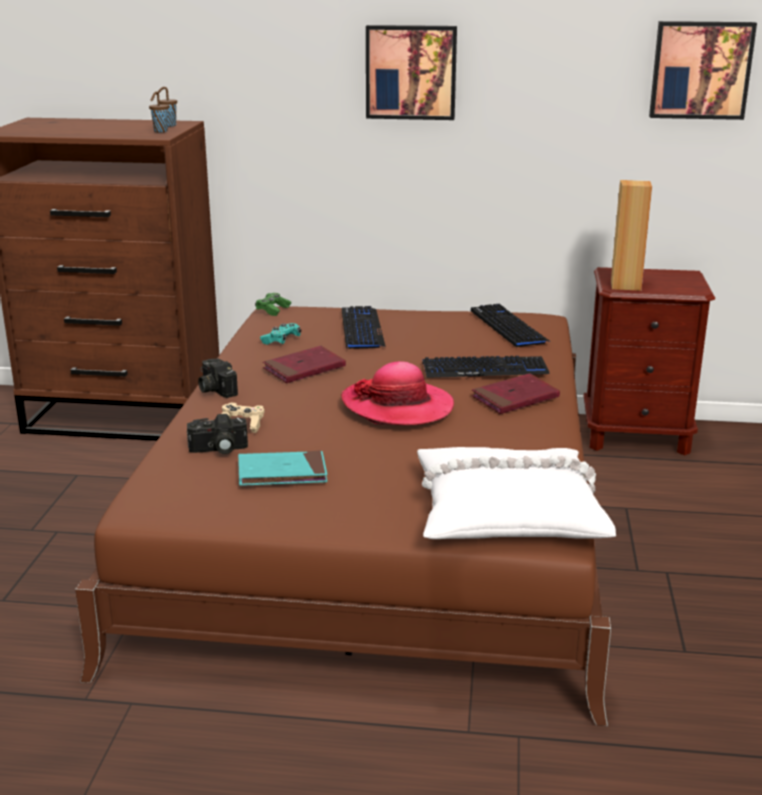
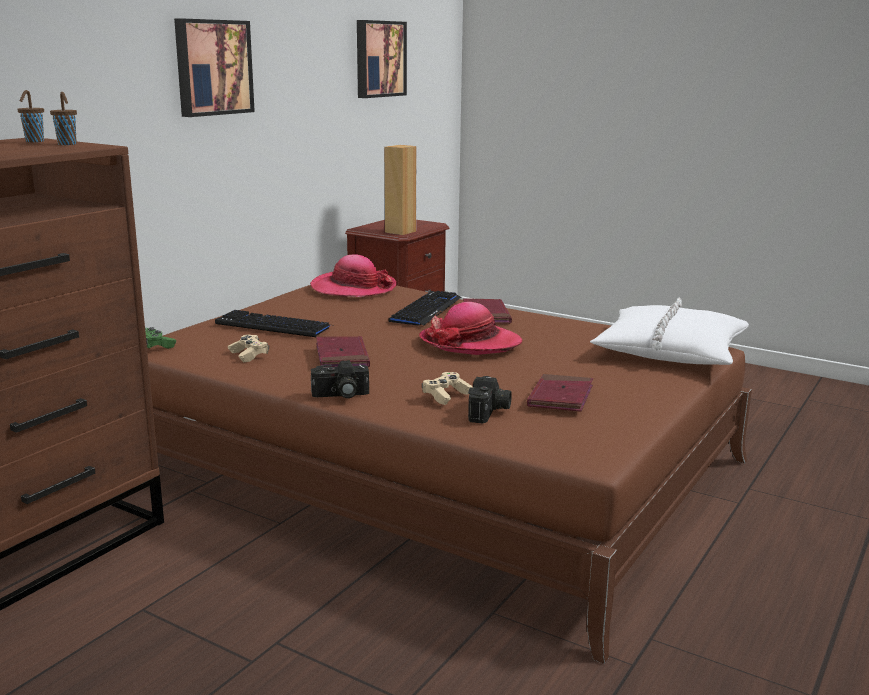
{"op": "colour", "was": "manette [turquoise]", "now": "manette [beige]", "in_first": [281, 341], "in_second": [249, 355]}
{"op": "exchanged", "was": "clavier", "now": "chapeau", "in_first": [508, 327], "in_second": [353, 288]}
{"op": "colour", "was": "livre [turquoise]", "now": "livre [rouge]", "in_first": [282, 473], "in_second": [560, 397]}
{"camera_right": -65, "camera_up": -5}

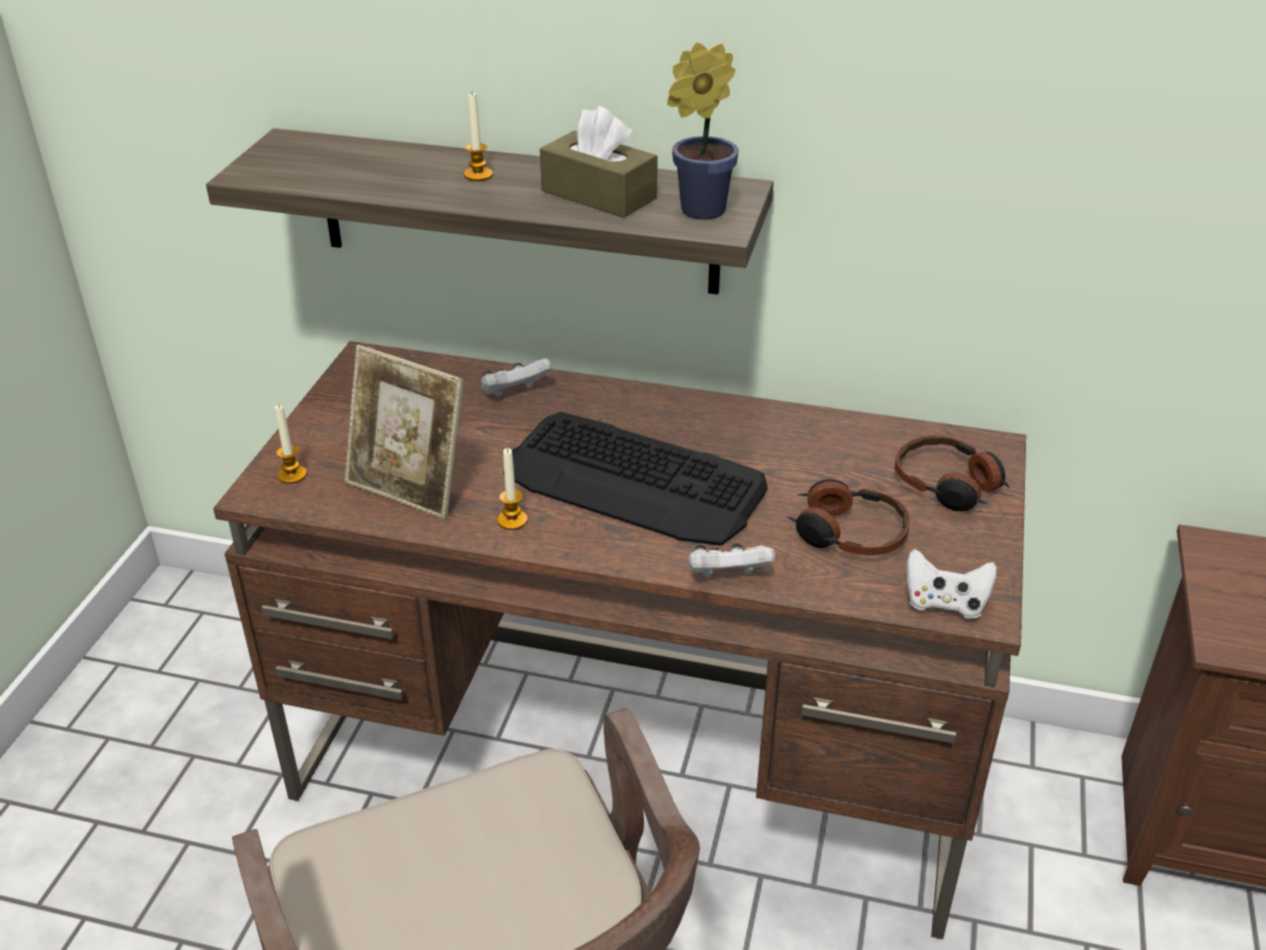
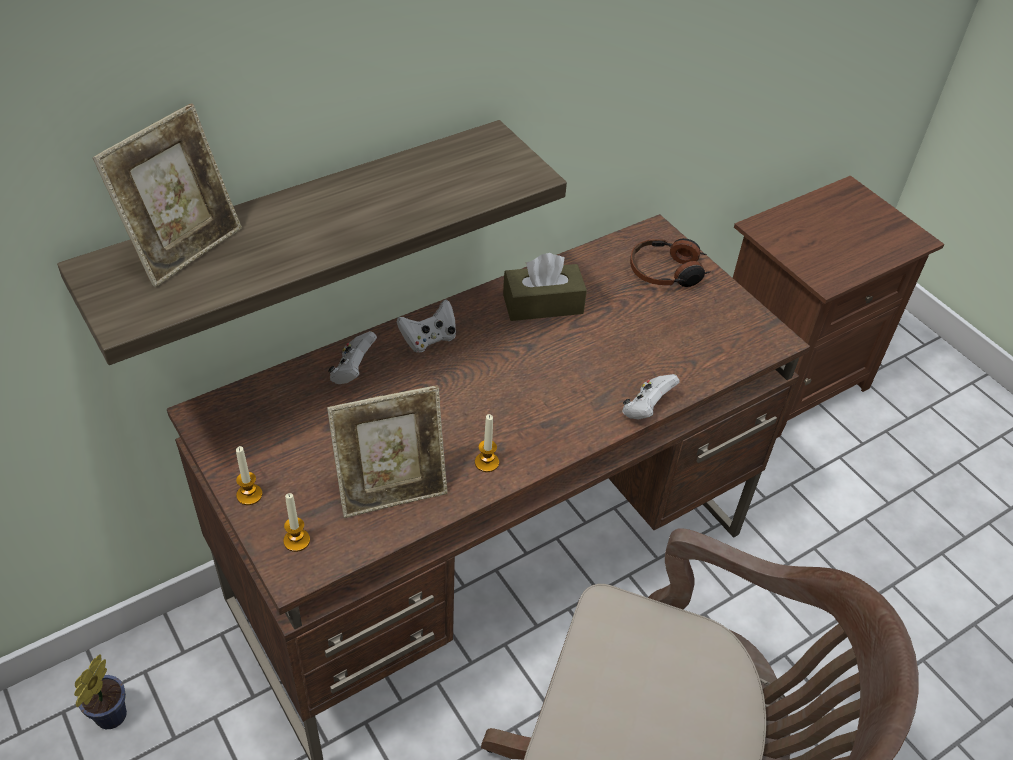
{"op": "relocated", "was": "plante en pot", "in_first": [697, 211], "in_second": [108, 719]}
{"op": "appeared", "now": "cadre photo", "in_second": [184, 248]}
{"op": "relocated", "was": "bougie", "in_first": [478, 175], "in_second": [249, 495]}
{"op": "relocated", "was": "manette [blanc]", "in_first": [945, 603], "in_second": [429, 339]}
{"op": "relocated", "was": "boîte à mouchoirs [marron]", "in_first": [599, 194], "in_second": [543, 304]}
{"op": "missing", "was": "clavier", "in_first": [634, 481]}
{"op": "missing", "was": "casque audio", "in_first": [847, 533]}
{"camera_right": -50, "camera_up": 10}

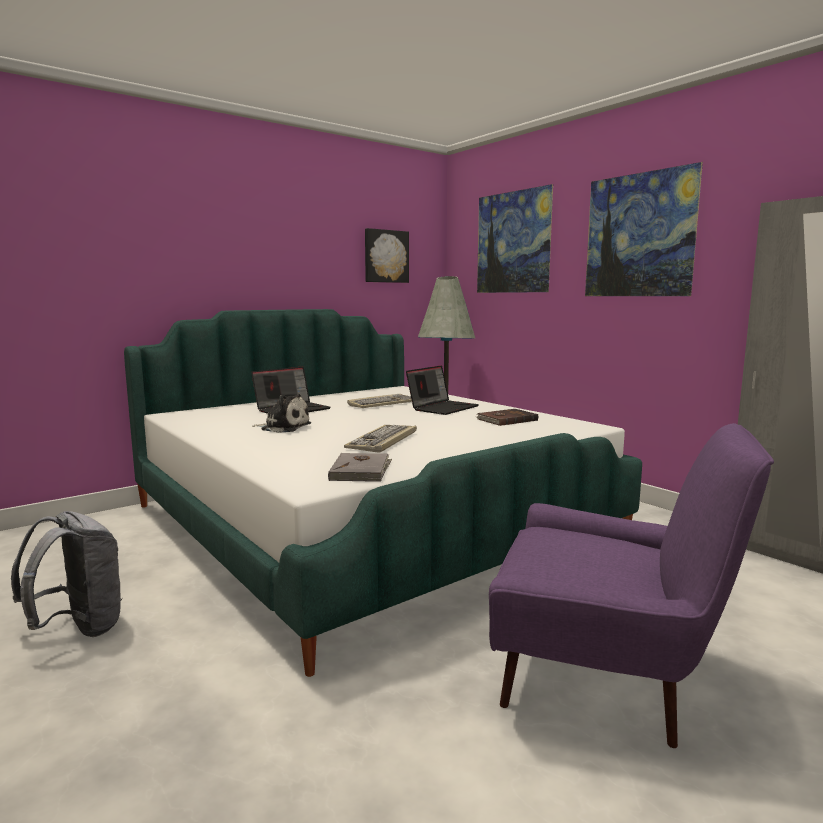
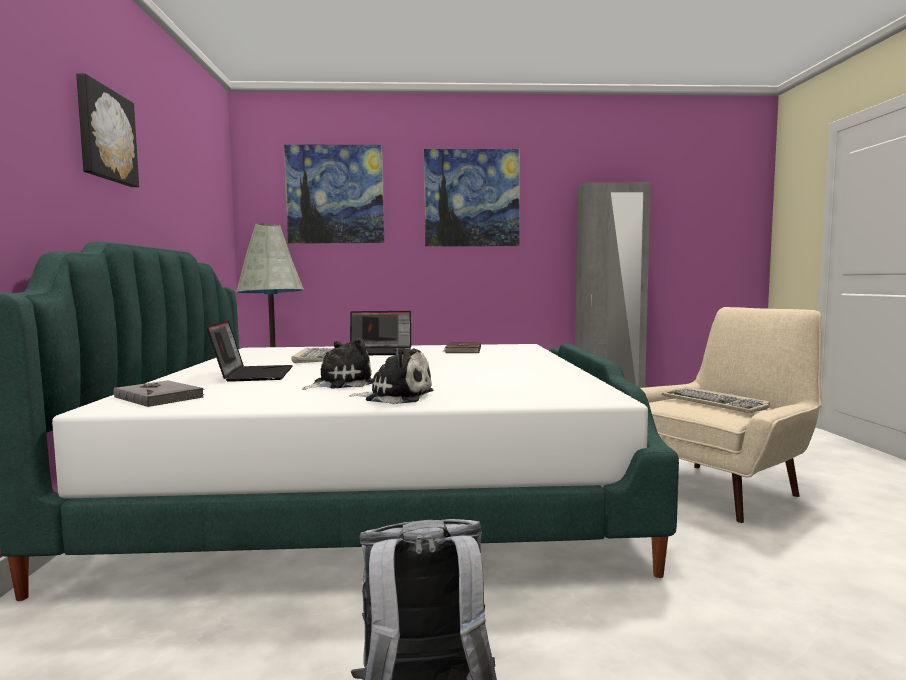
{"op": "relocated", "was": "tableau", "in_first": [385, 256], "in_second": [105, 135]}
{"op": "relocated", "was": "livre [gris]", "in_first": [361, 470], "in_second": [160, 397]}
{"op": "appeared", "now": "peluche", "in_second": [396, 397]}
{"op": "spun", "was": "ordinateur portable", "in_first": [442, 408], "in_second": [380, 352], "clockwise": 105}
{"op": "colour", "was": "fauteuil [violet]", "now": "fauteuil [beige]", "in_first": [606, 679], "in_second": [722, 488]}
{"op": "relocated", "was": "clavier", "in_first": [383, 441], "in_second": [715, 403]}
{"camera_right": -55, "camera_up": -5}

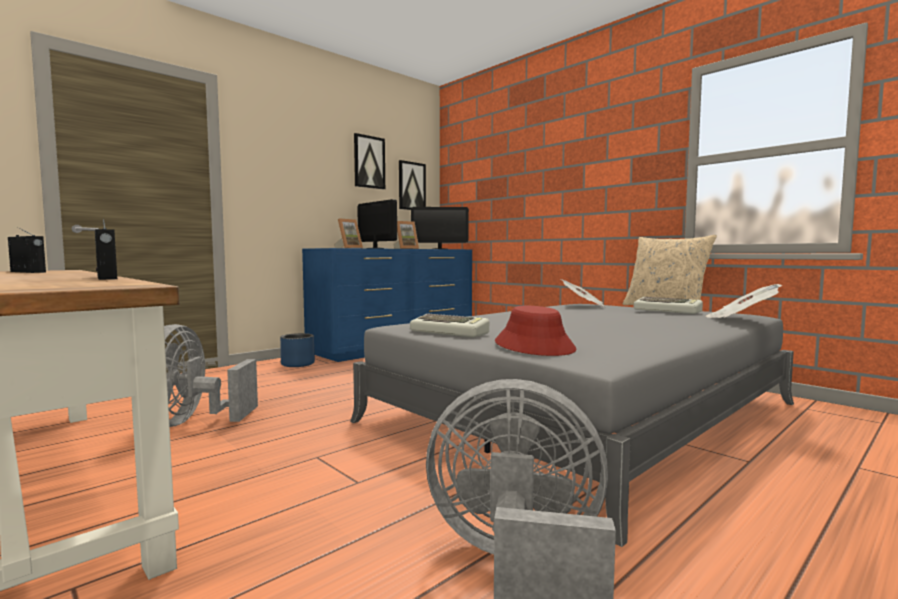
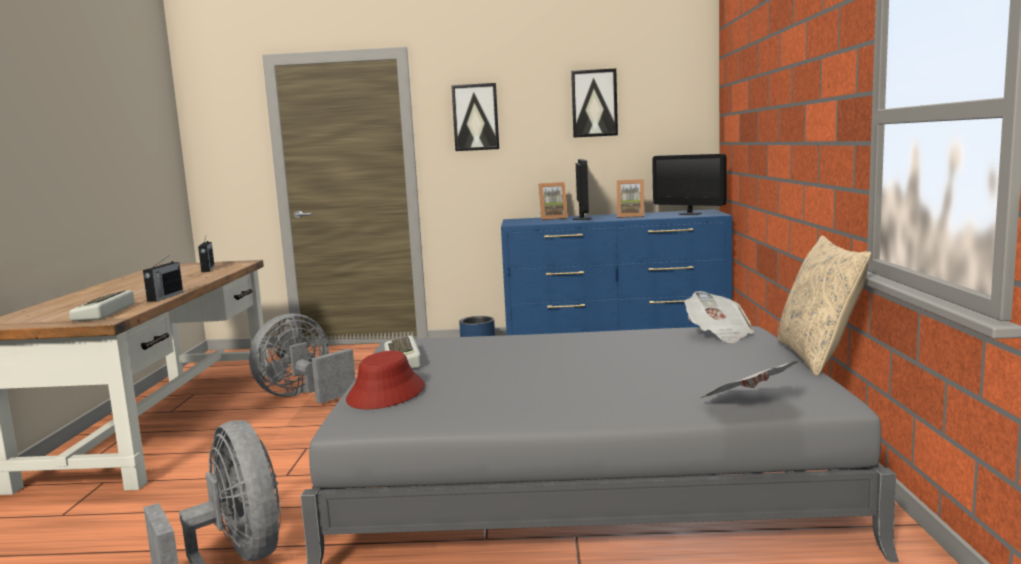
{"op": "relocated", "was": "clavier", "in_first": [668, 310], "in_second": [106, 312]}
{"op": "relocated", "was": "tableau", "in_first": [411, 186], "in_second": [475, 117]}
{"camera_right": 45, "camera_up": 5}

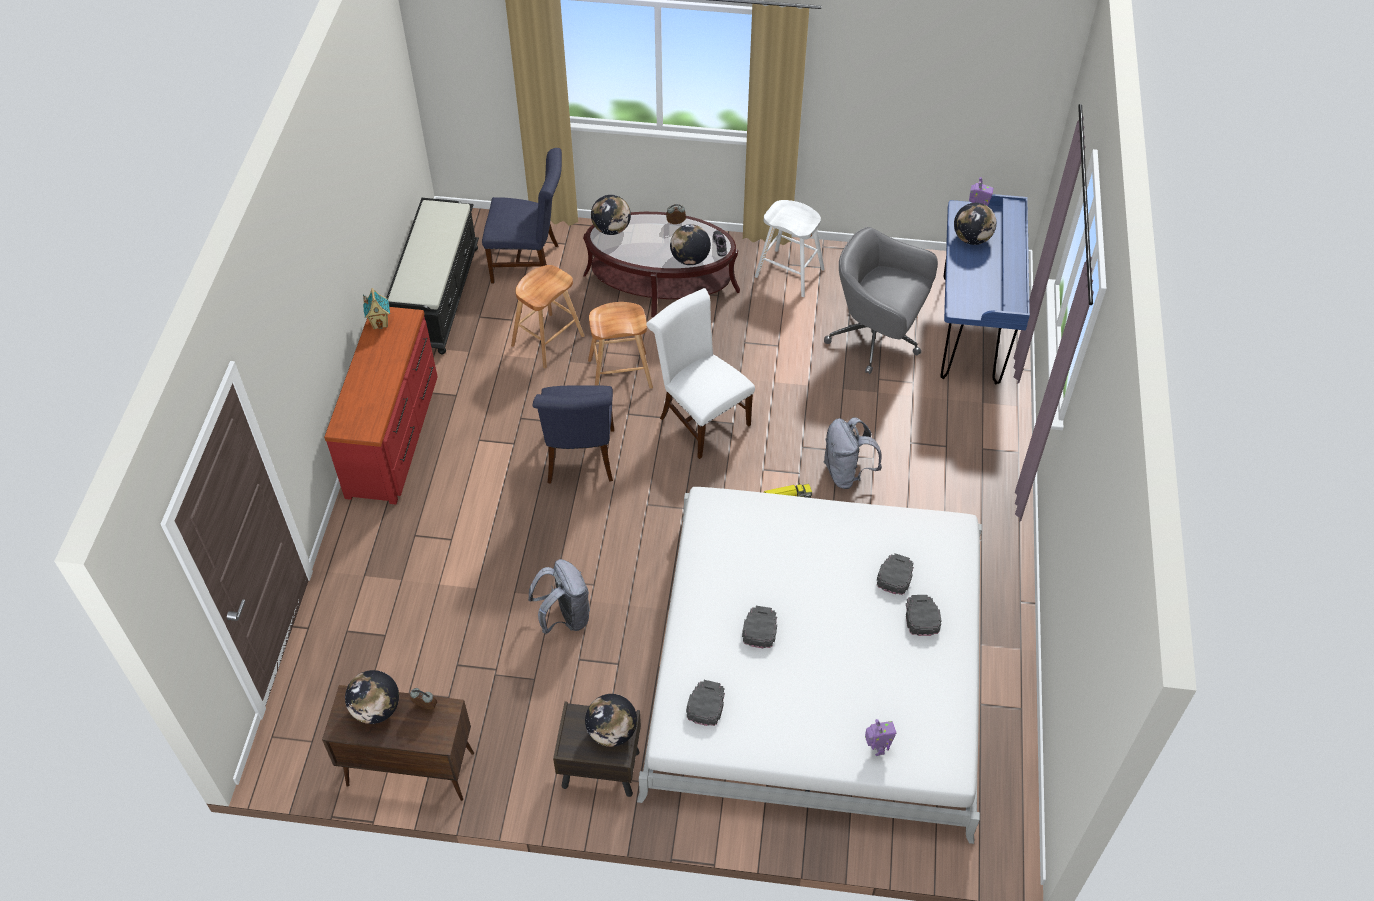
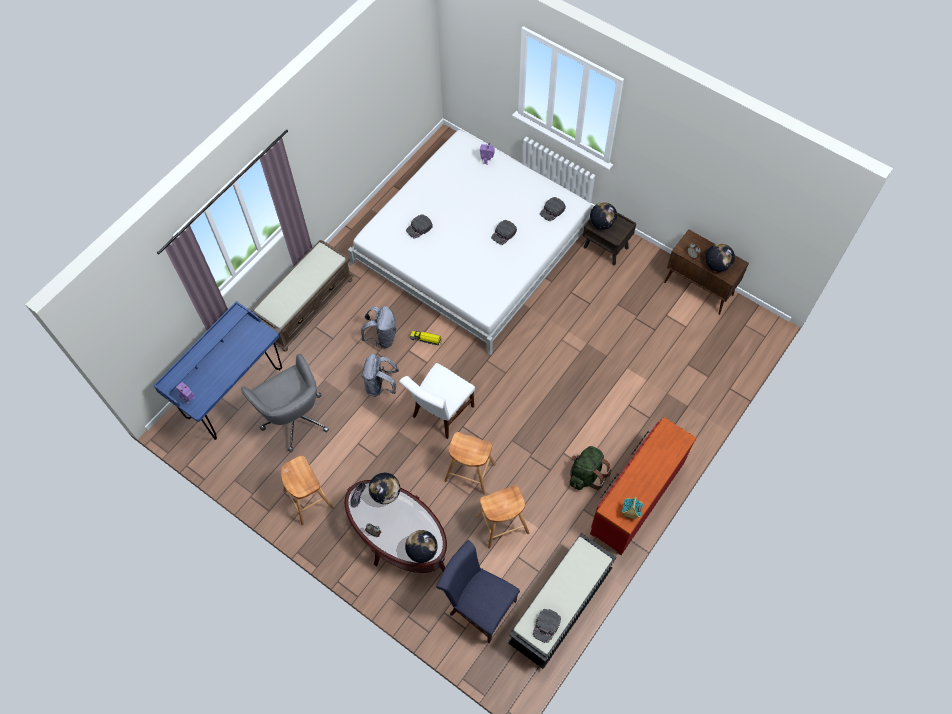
{"op": "appeared", "now": "banc [marron]", "in_second": [307, 306]}
{"op": "colour", "was": "tabouret [blanc]", "now": "tabouret [marron]", "in_first": [789, 273], "in_second": [308, 499]}
{"op": "relocated", "was": "sac à dos [gris]", "in_first": [564, 617], "in_second": [381, 386]}
{"op": "spun", "was": "chaise [blanc]", "in_first": [700, 418], "in_second": [440, 414], "clockwise": 45}
{"op": "relocated", "was": "casquette [noir]", "in_first": [921, 616], "in_second": [546, 626]}
{"op": "appeared", "now": "sac à dos [vert]", "in_second": [586, 474]}
{"op": "missing", "was": "chaise [bleu]", "in_first": [580, 460]}
{"op": "missing", "was": "globe", "in_first": [972, 239]}
{"camera_right": -150, "camera_up": 10}

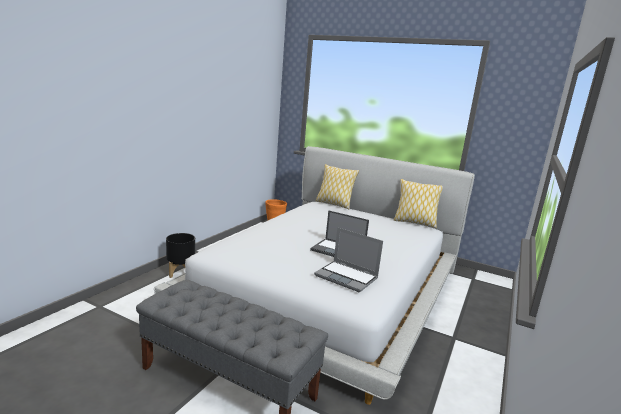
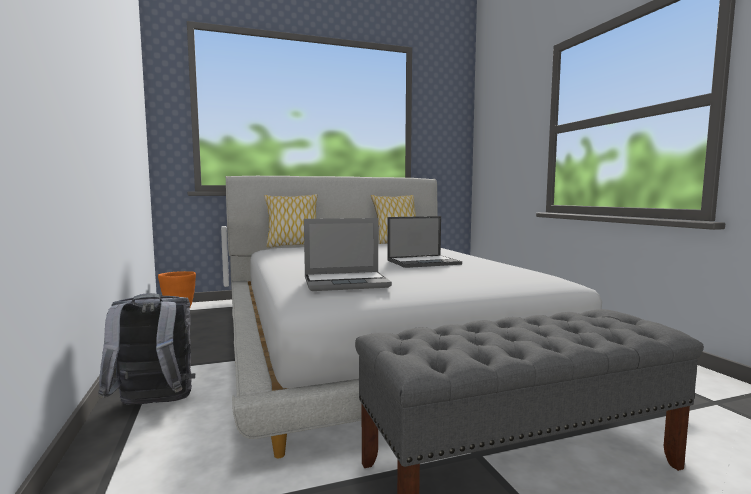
{"op": "exchanged", "was": "cache-pot [noir]", "now": "sac à dos [gris]", "in_first": [180, 273], "in_second": [153, 405]}
{"op": "relocated", "was": "ordinateur portable", "in_first": [347, 277], "in_second": [347, 283]}
{"camera_right": -45, "camera_up": -10}

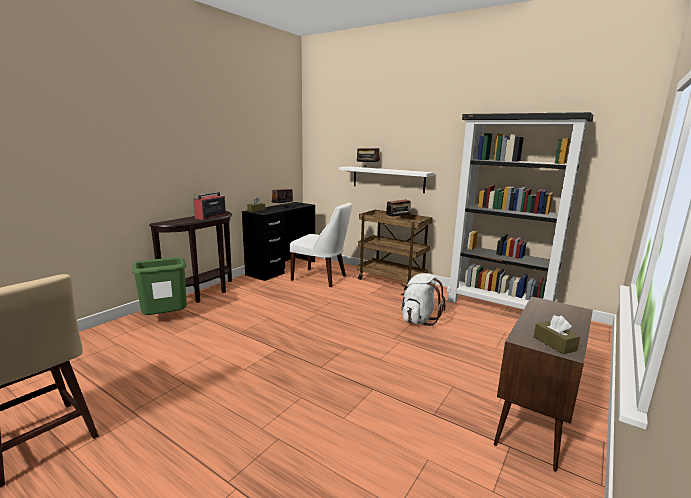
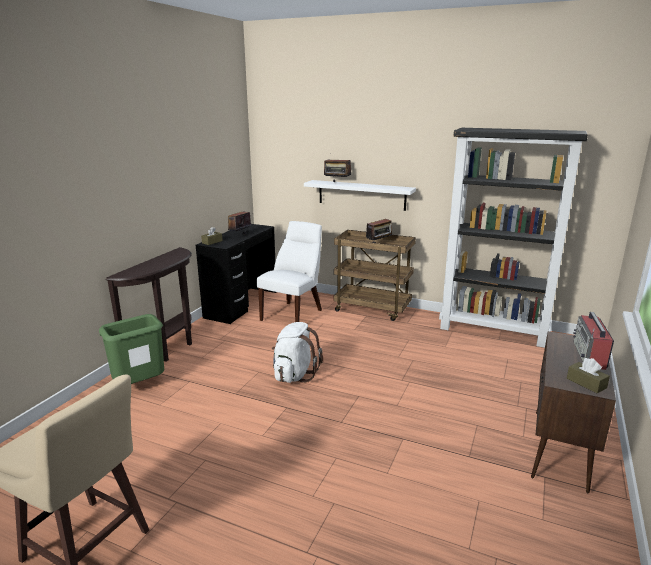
{"op": "spun", "was": "chaise [blanc]", "in_first": [321, 278], "in_second": [293, 314], "clockwise": -75}
{"op": "relocated", "was": "sac à dos [blanc]", "in_first": [418, 319], "in_second": [294, 375]}
{"op": "relocated", "was": "radio", "in_first": [210, 216], "in_second": [589, 355]}
{"camera_right": -10, "camera_up": 5}

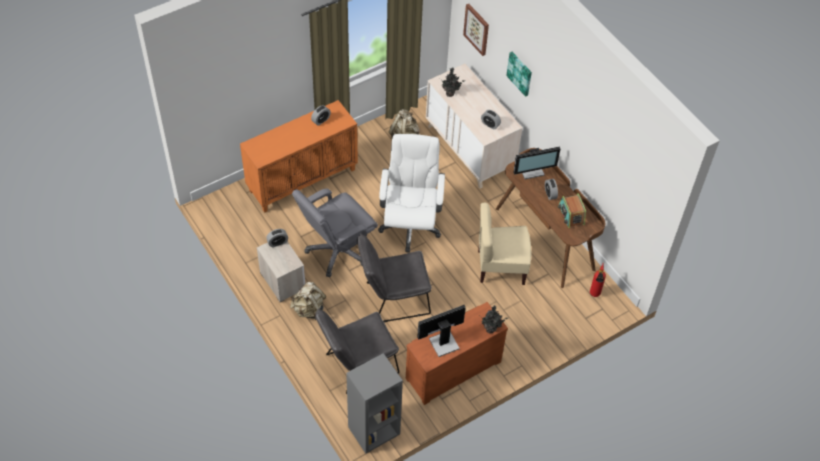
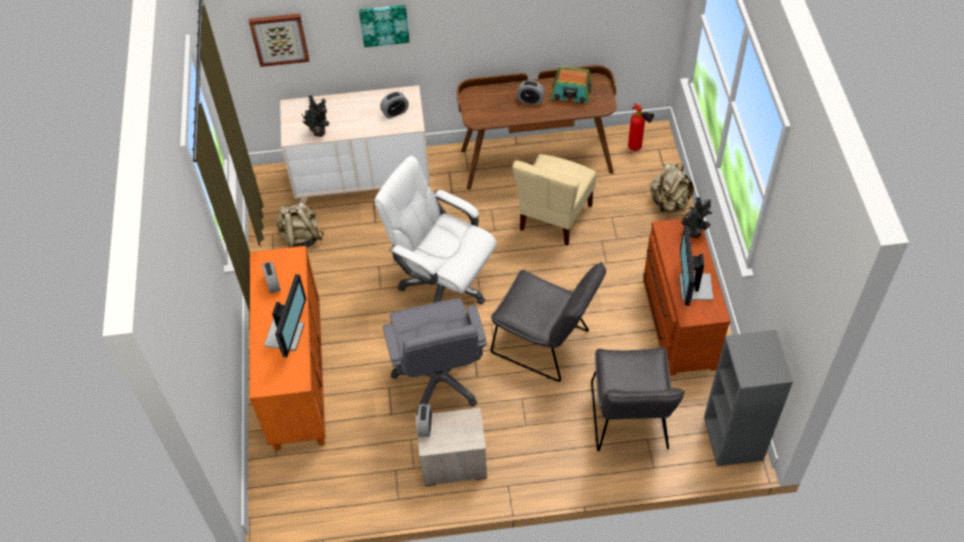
{"op": "relocated", "was": "écran d'ordinateur", "in_first": [532, 170], "in_second": [286, 334]}
{"op": "spun", "was": "chaise [gris]", "in_first": [393, 299], "in_second": [546, 345], "clockwise": -75}
{"op": "relocated", "was": "sac à dos [beige]", "in_first": [309, 309], "in_second": [669, 202]}
{"camera_right": -60, "camera_up": 0}

